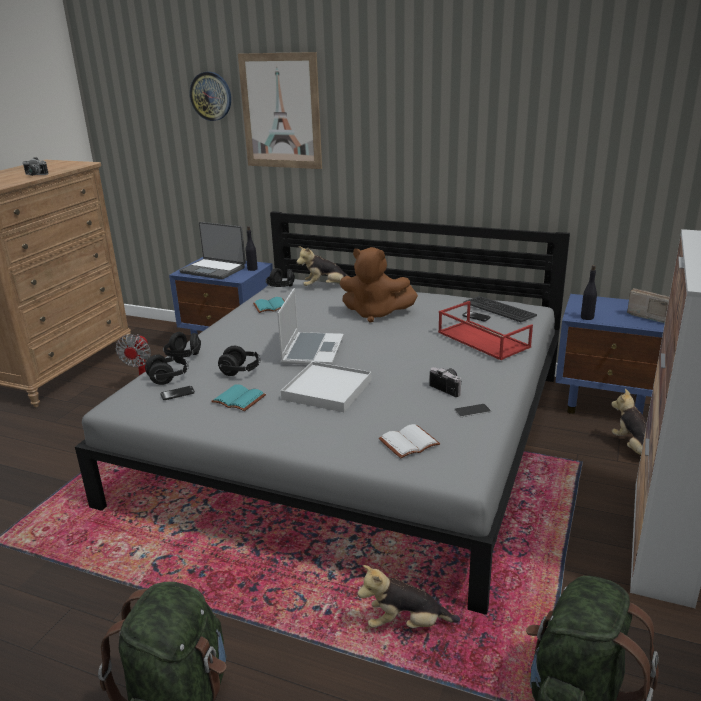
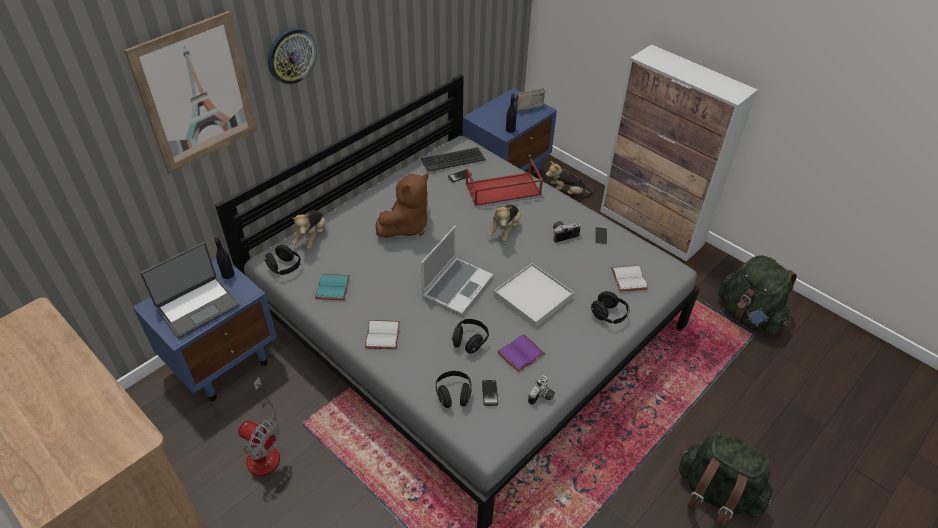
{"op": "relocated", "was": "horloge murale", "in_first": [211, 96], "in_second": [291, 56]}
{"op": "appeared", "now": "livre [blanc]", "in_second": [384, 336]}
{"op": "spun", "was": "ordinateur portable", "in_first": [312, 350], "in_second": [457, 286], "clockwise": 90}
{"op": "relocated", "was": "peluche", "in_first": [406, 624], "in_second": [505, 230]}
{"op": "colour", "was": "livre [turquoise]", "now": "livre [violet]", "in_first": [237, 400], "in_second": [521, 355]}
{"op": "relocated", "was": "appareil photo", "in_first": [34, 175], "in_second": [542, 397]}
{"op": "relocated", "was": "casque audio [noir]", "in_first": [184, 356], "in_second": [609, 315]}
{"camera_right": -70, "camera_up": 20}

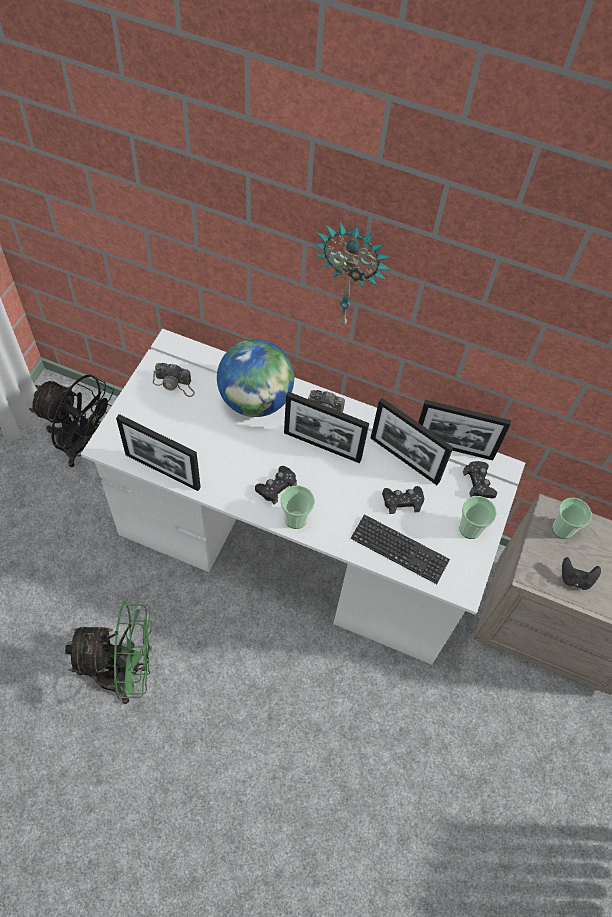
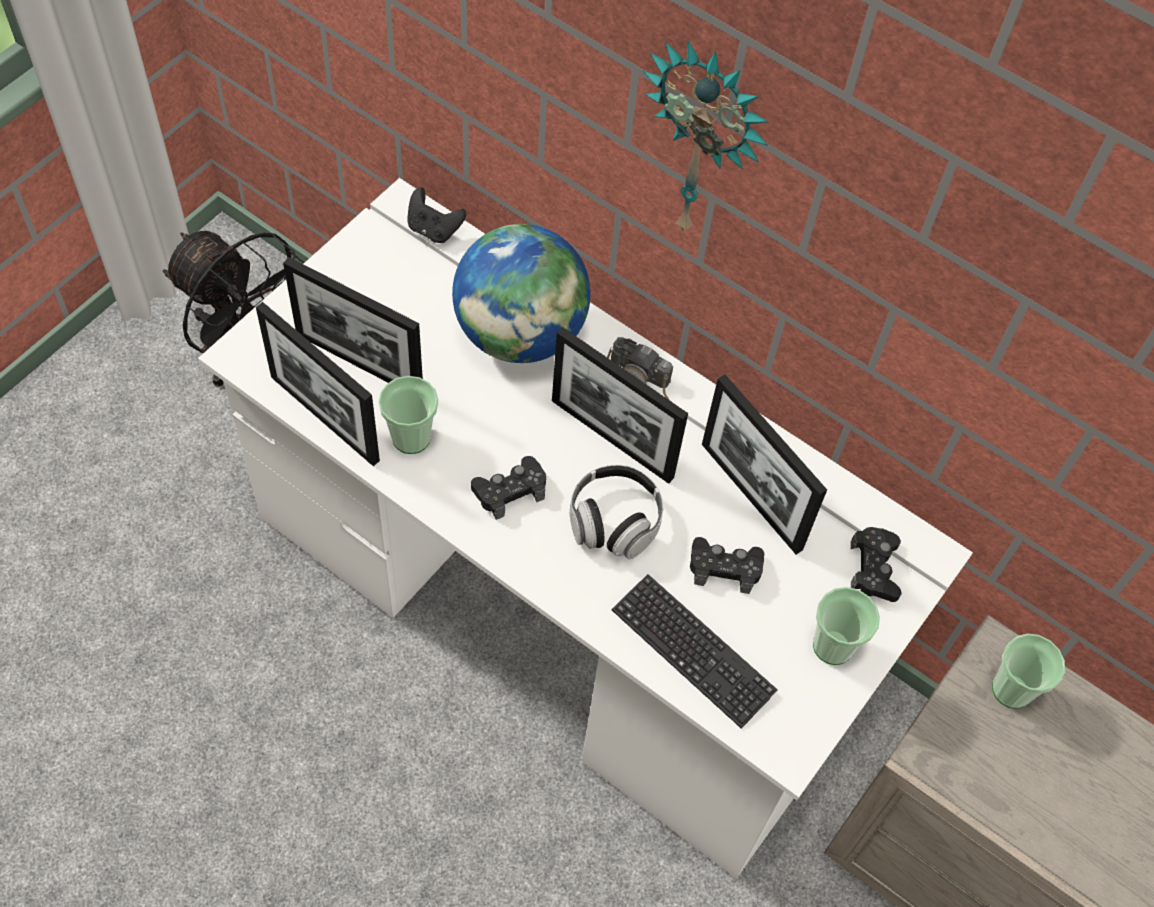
{"op": "relocated", "was": "cadre photo", "in_first": [453, 448], "in_second": [359, 363]}
{"op": "relocated", "was": "tasse", "in_first": [295, 519], "in_second": [411, 437]}
{"op": "relocated", "was": "manette [noir]", "in_first": [575, 579], "in_second": [433, 229]}
{"op": "appeared", "now": "casque audio", "in_second": [614, 521]}
{"op": "missing", "was": "ventilateur [vert]", "in_first": [124, 672]}
{"op": "missing", "was": "appareil photo", "in_first": [174, 384]}
{"camera_right": 15, "camera_up": 0}

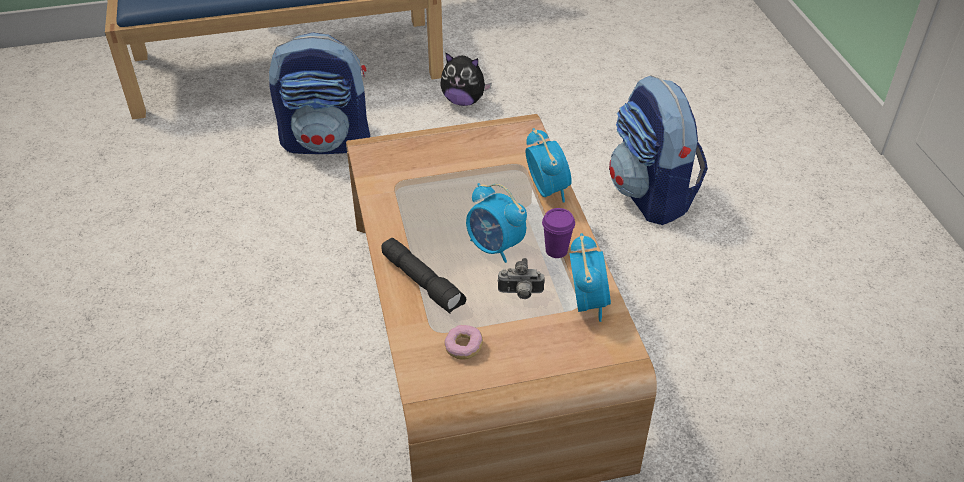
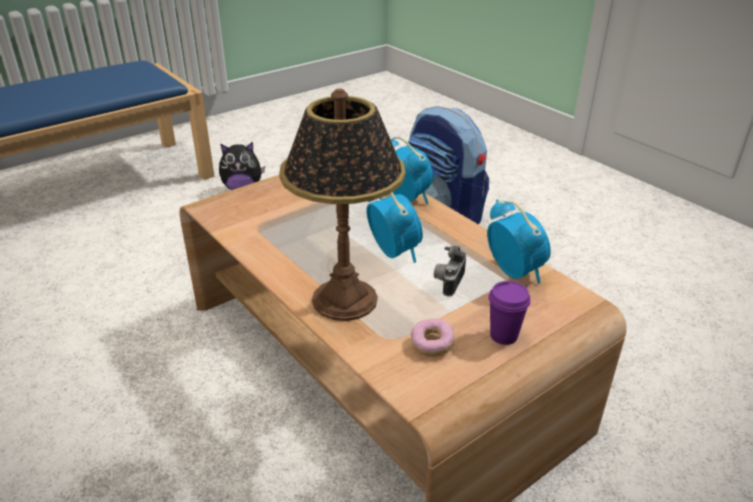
{"op": "exchanged", "was": "lampe de poche [noir]", "now": "lampe de table", "in_first": [423, 282], "in_second": [345, 299]}
{"op": "spun", "was": "réveil", "in_first": [495, 247], "in_second": [393, 252], "clockwise": -135}
{"op": "spun", "was": "appareil photo", "in_first": [520, 293], "in_second": [448, 282], "clockwise": 135}
{"op": "relocated", "was": "tasse [violet]", "in_first": [556, 250], "in_second": [503, 335]}
{"op": "missing", "was": "sac à dos", "in_first": [327, 142]}
{"camera_right": -25, "camera_up": -10}

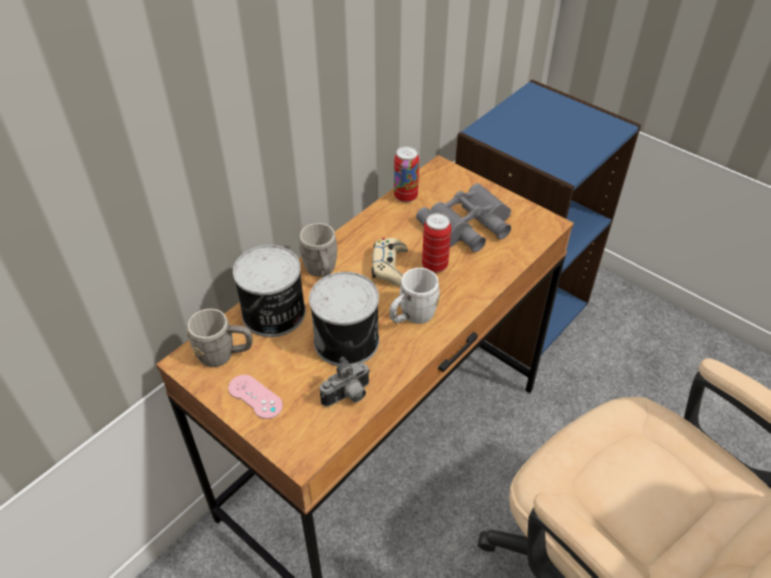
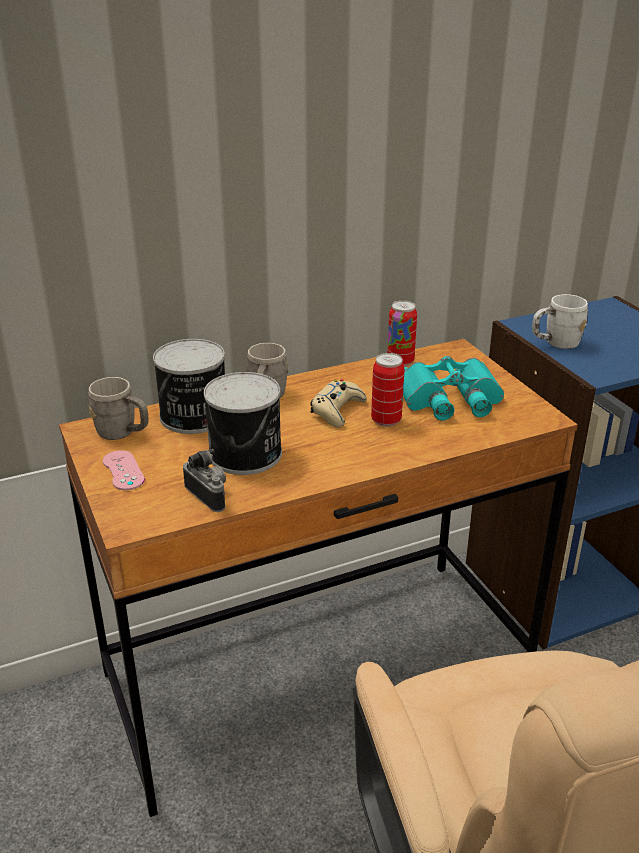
{"op": "spun", "was": "appareil photo", "in_first": [348, 396], "in_second": [210, 495], "clockwise": -120}
{"op": "colour", "was": "jumelles [gris]", "now": "jumelles [turquoise]", "in_first": [468, 226], "in_second": [450, 399]}
{"op": "relocated", "was": "mug [blanc]", "in_first": [412, 316], "in_second": [555, 343]}
{"camera_right": 25, "camera_up": -15}

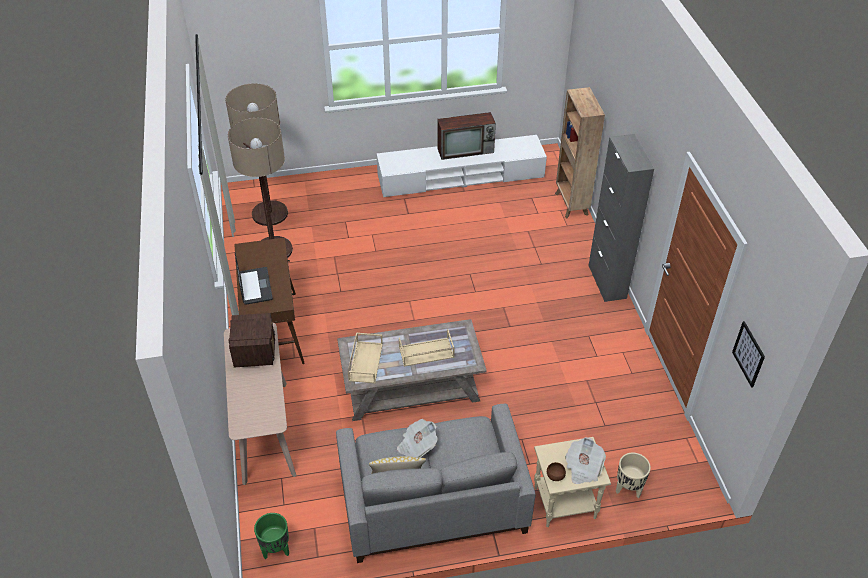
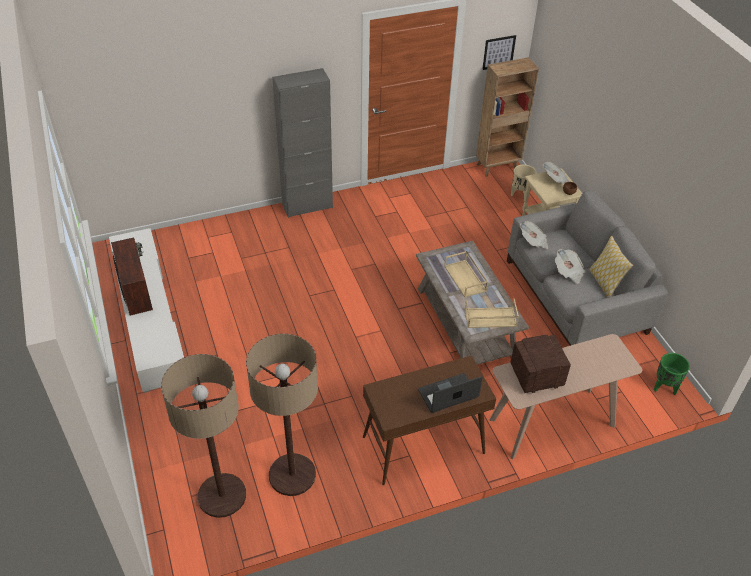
{"op": "relocated", "was": "bibliothèque [marron]", "in_first": [571, 205], "in_second": [498, 167]}
{"op": "appeared", "now": "journal", "in_second": [533, 242]}
{"camera_right": -100, "camera_up": 0}

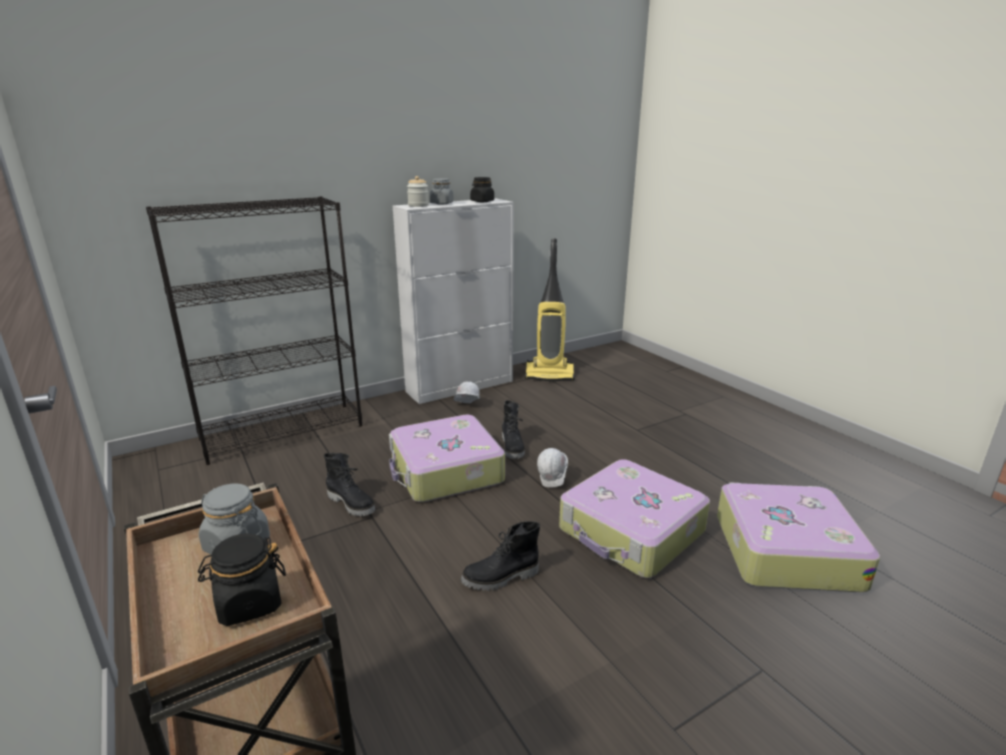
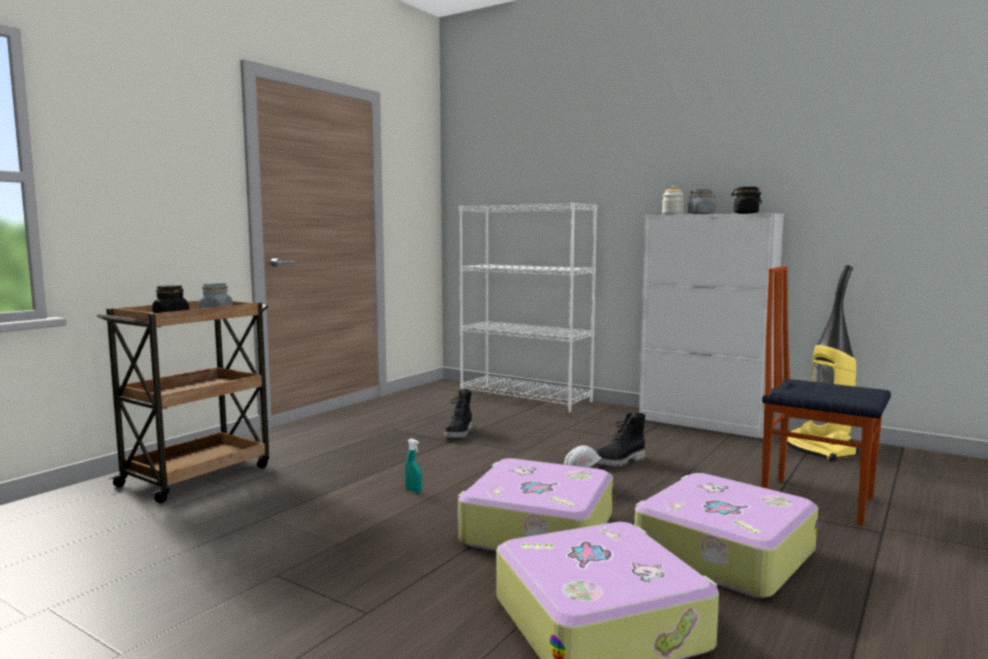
{"op": "exchanged", "was": "botte [noir]", "now": "vaporisateur [turquoise]", "in_first": [501, 578], "in_second": [413, 490]}
{"op": "colour", "was": "bibliothèque [noir]", "now": "bibliothèque [blanc]", "in_first": [283, 432], "in_second": [526, 398]}
{"op": "relocated", "was": "valise", "in_first": [445, 471], "in_second": [721, 553]}
{"op": "appeared", "now": "chaise", "in_second": [816, 500]}
{"op": "missing", "was": "casque de chantier [blanc]", "in_first": [466, 407]}
{"camera_right": 65, "camera_up": -15}

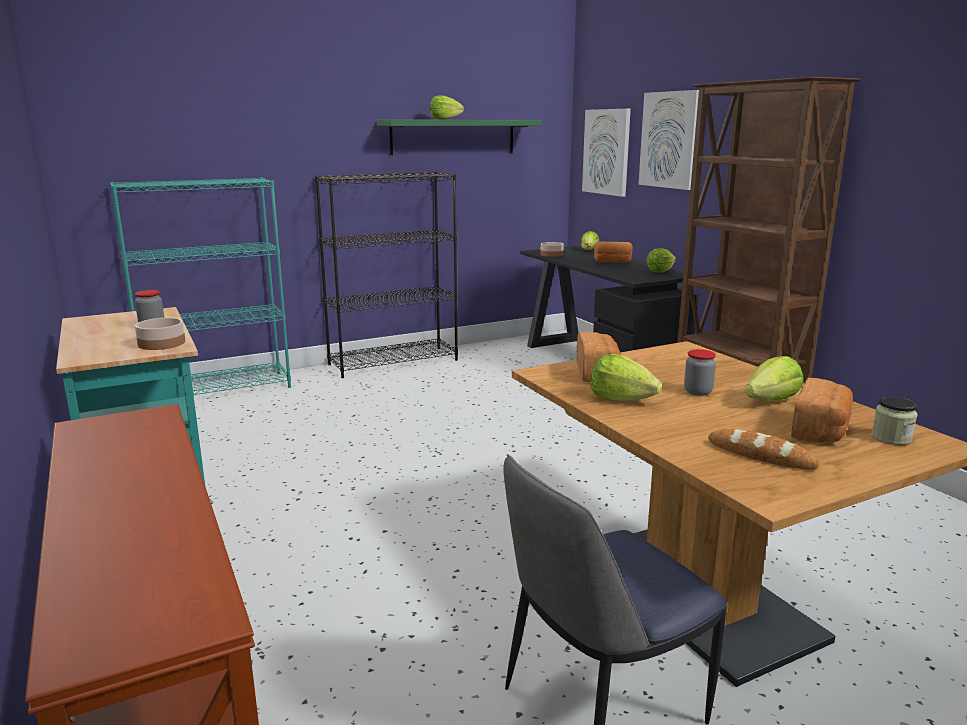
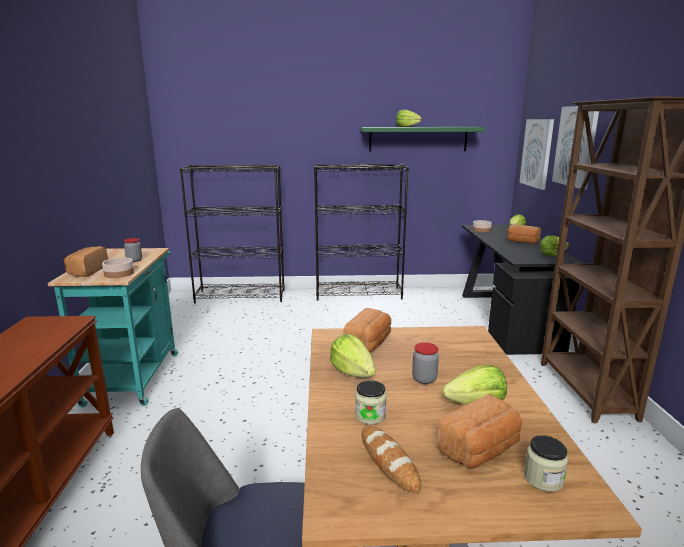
{"op": "appeared", "now": "pain", "in_second": [87, 271]}
{"op": "colour", "was": "bibliothèque [turquoise]", "now": "bibliothèque [noir]", "in_first": [218, 390], "in_second": [241, 296]}
{"op": "appeared", "now": "bocal", "in_second": [370, 416]}
{"camera_right": 25, "camera_up": 0}

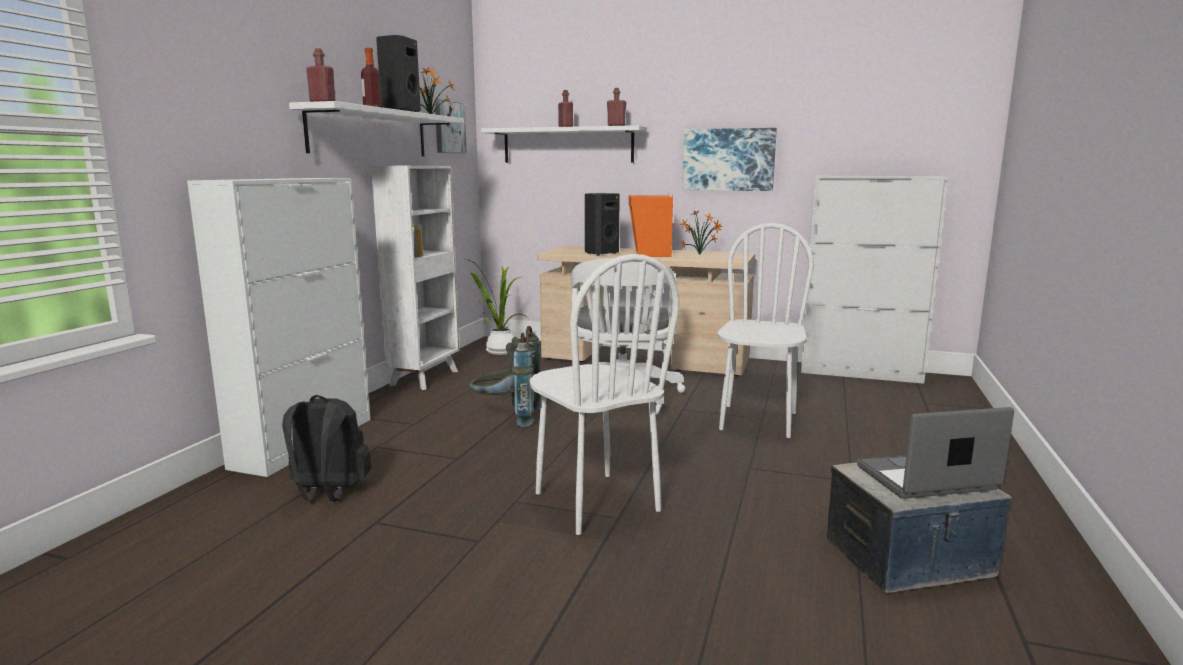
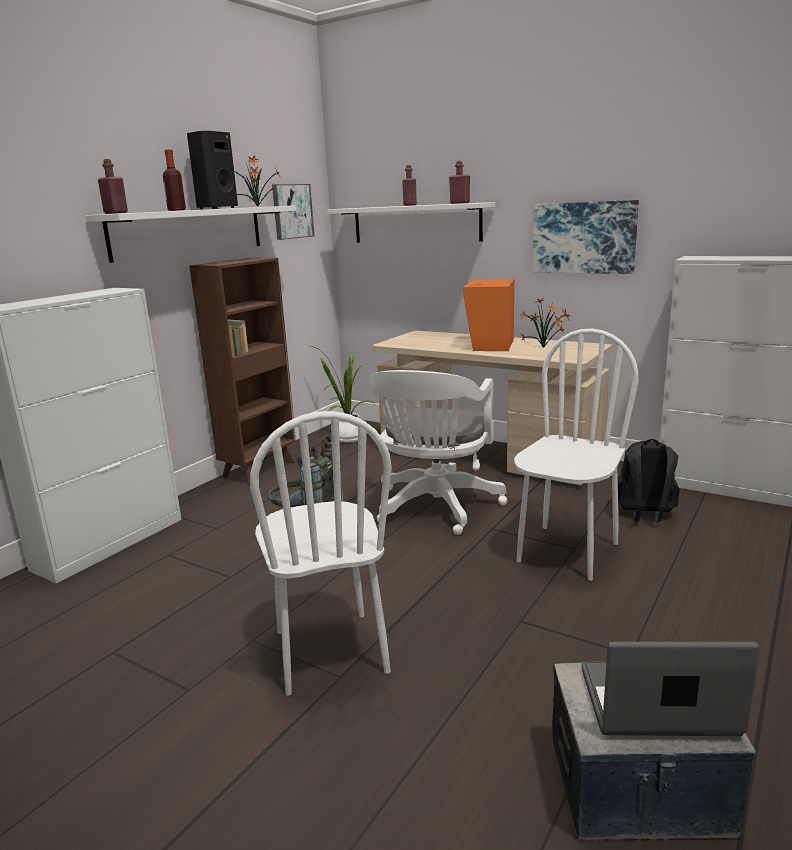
{"op": "colour", "was": "bibliothèque [blanc]", "now": "bibliothèque [marron]", "in_first": [426, 378], "in_second": [260, 469]}
{"op": "relocated", "was": "sac à dos [noir]", "in_first": [328, 494], "in_second": [645, 516]}
{"op": "missing", "was": "enceinte [noir]", "in_first": [600, 253]}
{"camera_right": 15, "camera_up": 5}

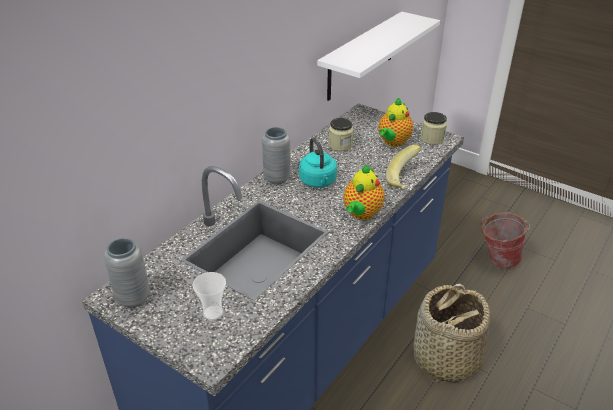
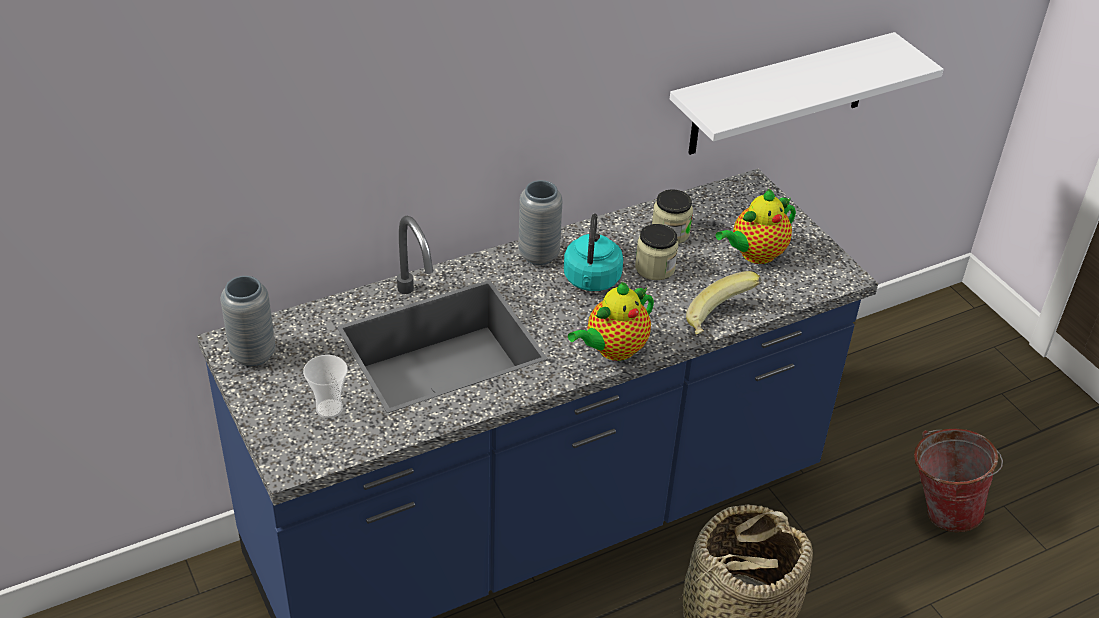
{"op": "relocated", "was": "bocal", "in_first": [432, 139], "in_second": [655, 268]}
{"camera_right": 25, "camera_up": 5}

